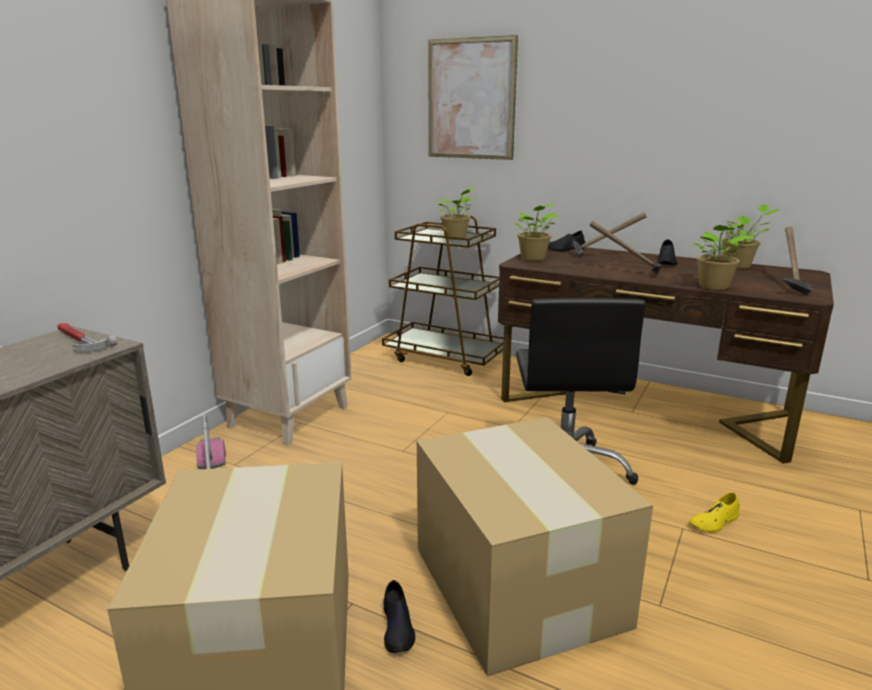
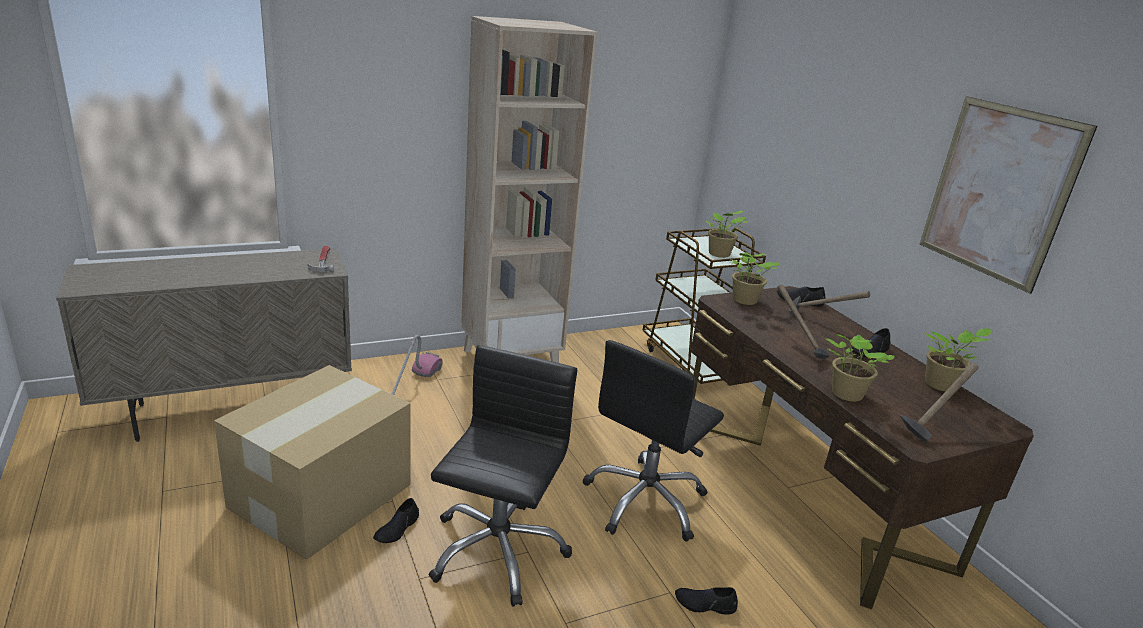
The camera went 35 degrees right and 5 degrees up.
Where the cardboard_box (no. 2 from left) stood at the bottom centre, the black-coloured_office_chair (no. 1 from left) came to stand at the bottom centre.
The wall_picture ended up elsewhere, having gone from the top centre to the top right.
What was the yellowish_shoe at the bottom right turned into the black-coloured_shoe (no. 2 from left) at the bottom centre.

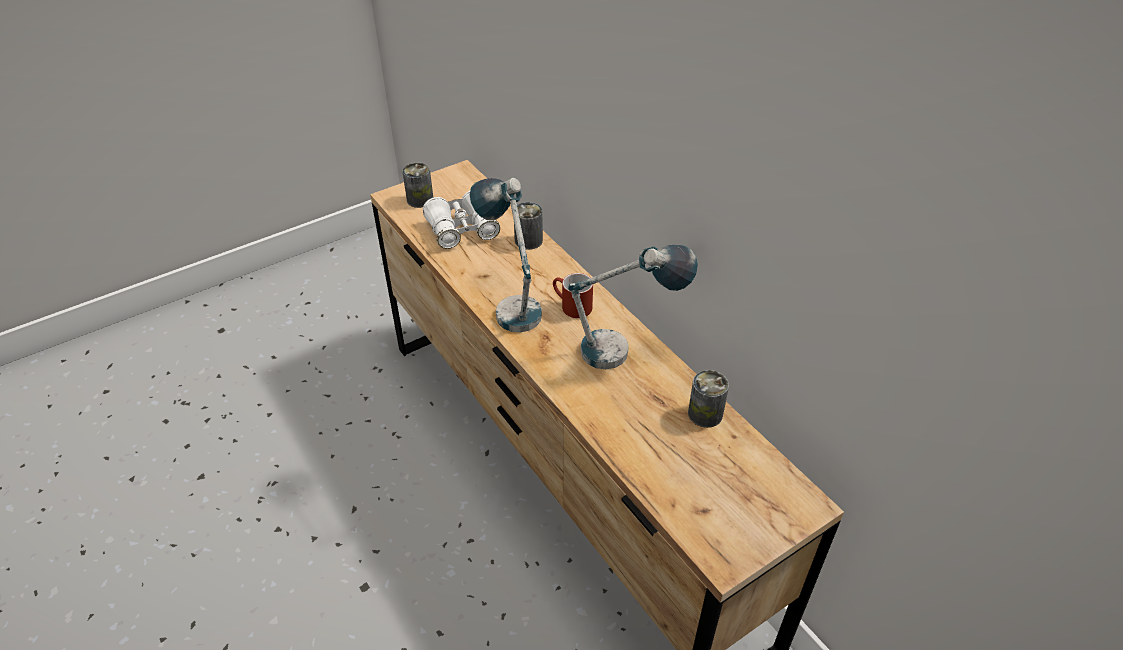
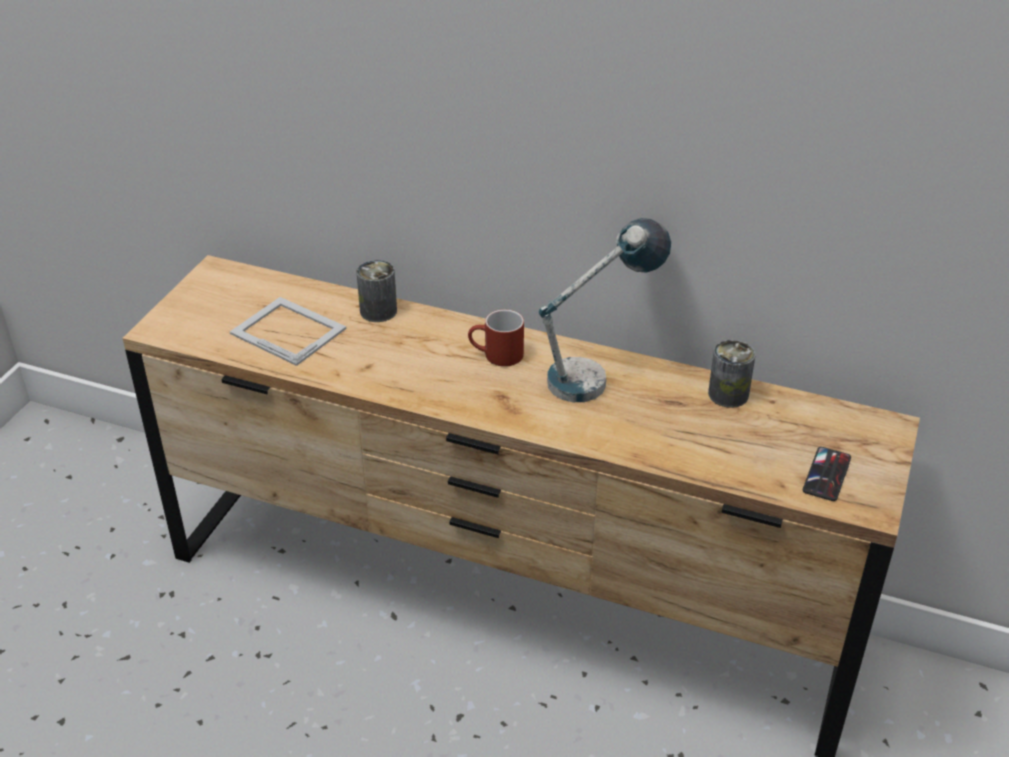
The camera went 35 degrees left and 5 degrees down.
The second view lost the metal_can (no. 1 from left) at the top centre.
Where the whitish_field_glasses stood at the centre, the standing_frame came to stand at the middle left.
The second view lost the lamp_for_a_table (no. 1 from left) at the centre.
The second view gained the phone at the middle right.

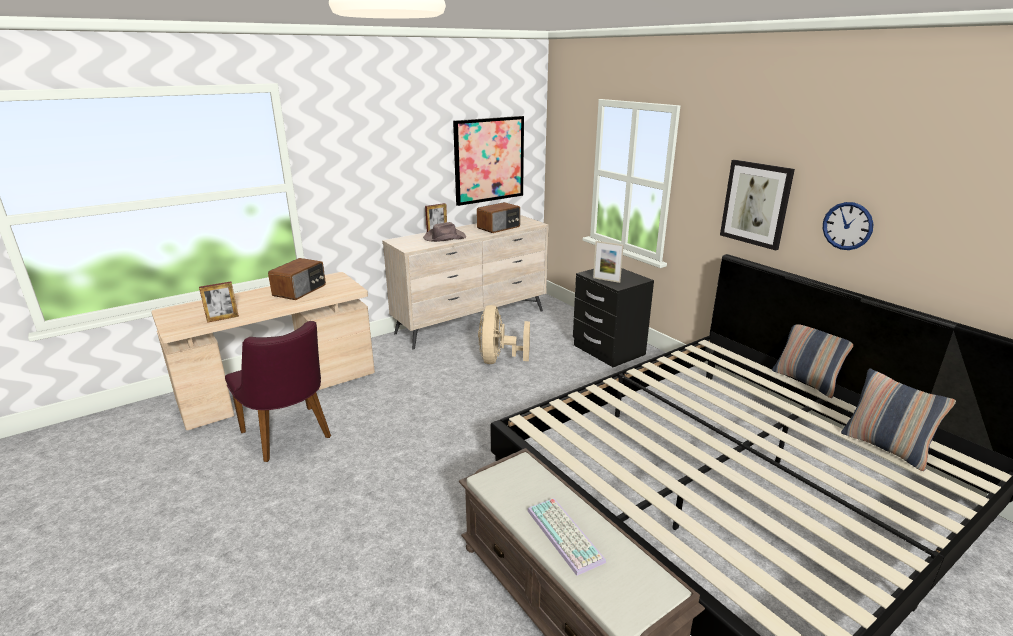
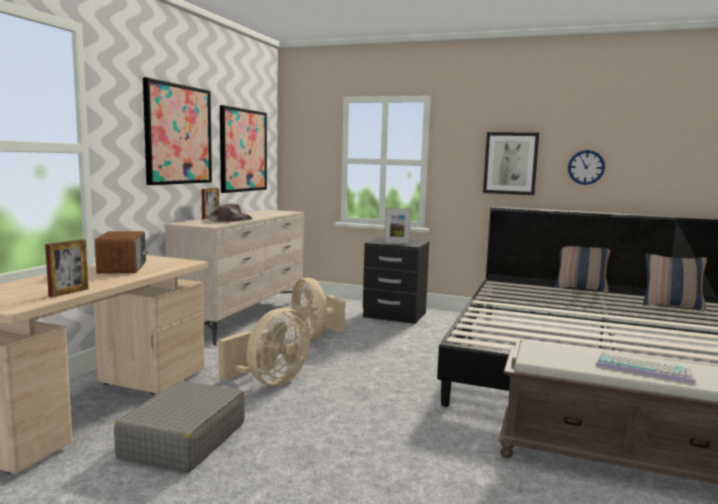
The camera went 35 degrees left and 15 degrees down.
Where the purple_chair stood at the middle left, the grey_piece_of_luggage came to stand at the bottom left.
The second view lost the radio_receiver (no. 2 from left) at the centre.
The second view gained the wall_picture (no. 1 from left) at the top left.
The second view gained the sand-coloured_fan (no. 1 from left) at the bottom centre.

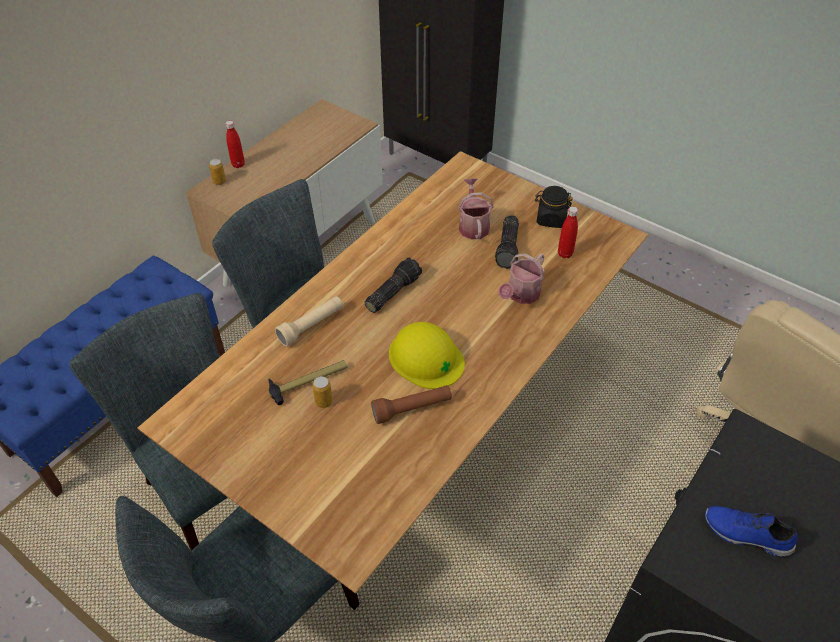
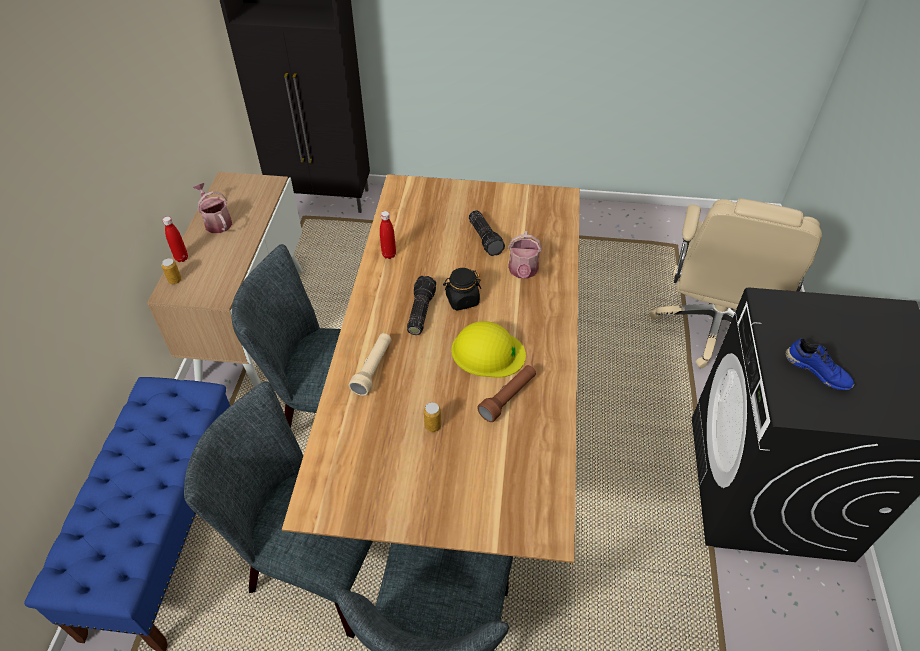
The camera went 30 degrees left and 0 degrees up.
The second view lost the hand_hammer at the centre.
The watering_can (no. 1 from left) ended up elsewhere, having gone from the top centre to the top left.
The black-coloured_preserve_jar ended up elsewhere, having gone from the top centre to the centre.
The red_drink_bottle (no. 2 from left) ended up elsewhere, having gone from the middle right to the centre.
The blue_shoe at the bottom right ended up facing another way, 135 degrees counterclockwise from before.

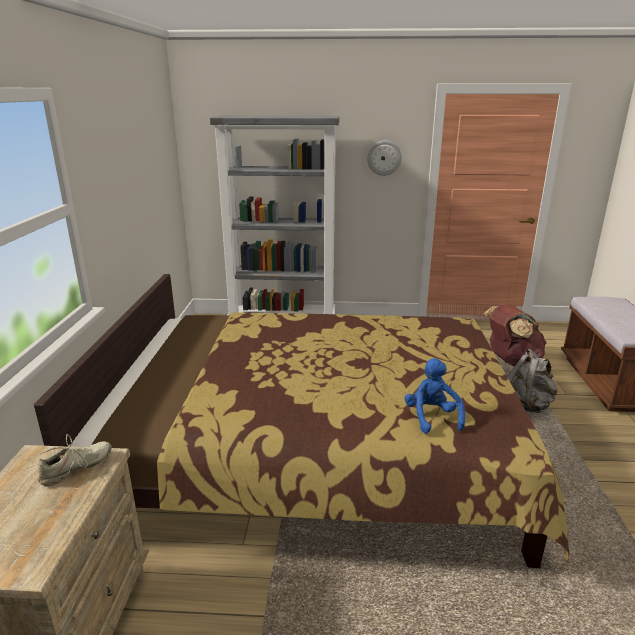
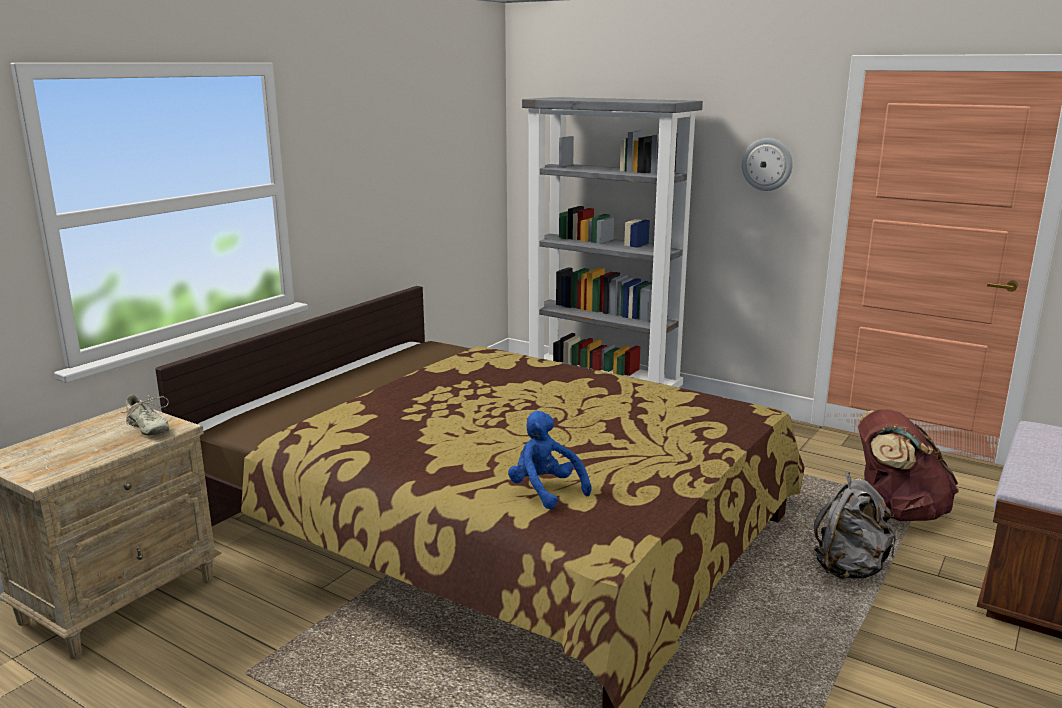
The camera went 30 degrees right and 5 degrees down.
The sand-coloured_shoe at the bottom left ended up facing another way, 60 degrees clockwise from before.
The blue_soft_toy at the middle right ended up facing another way, 60 degrees counterclockwise from before.

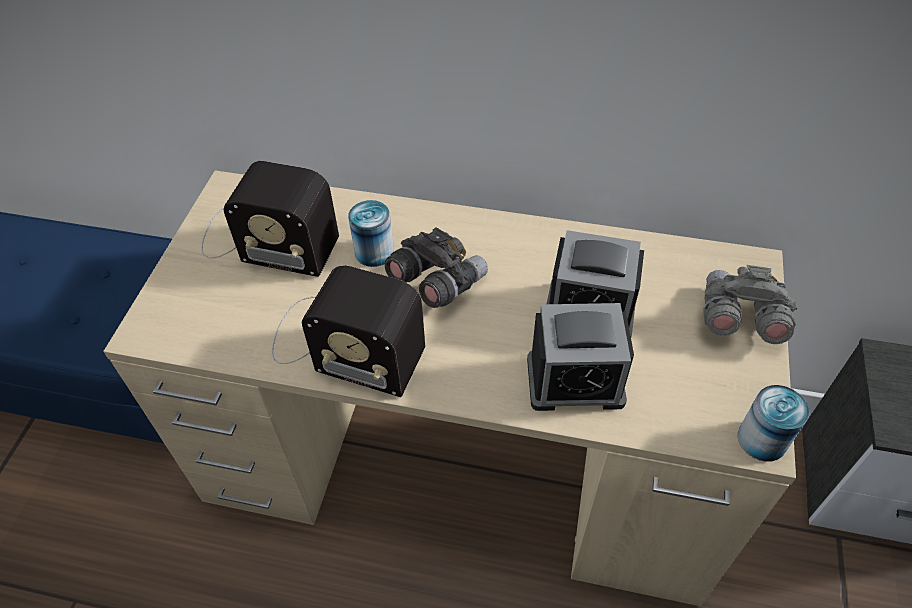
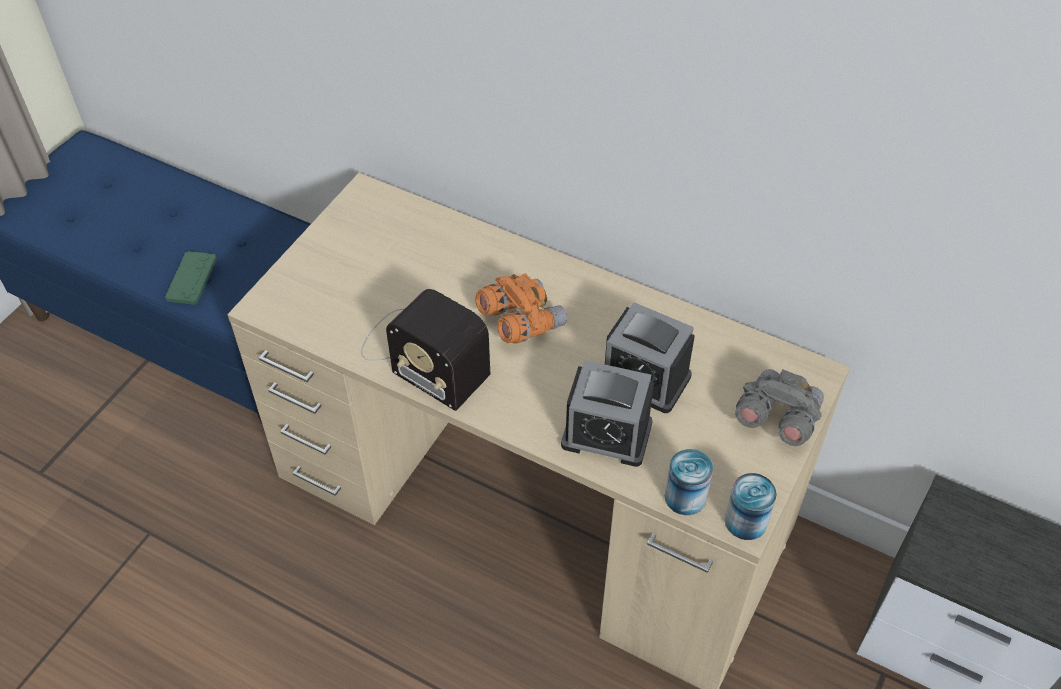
The camera went 15 degrees right and 0 degrees up.
The second view lost the radio_receiver (no. 1 from left) at the middle left.
The metal_can (no. 1 from left) ended up elsewhere, having gone from the centre to the bottom centre.
What was the grey_field_glasses (no. 1 from left) at the centre turned into the orange-coloured_field_glasses at the centre.
The second view gained the green-coloured_joypad at the middle left.

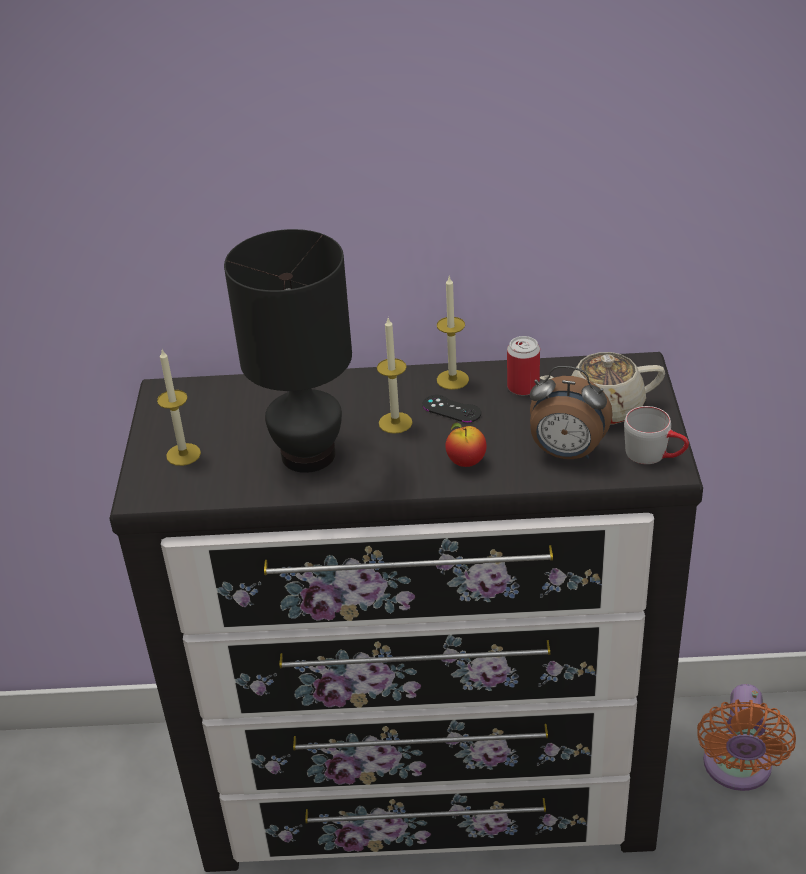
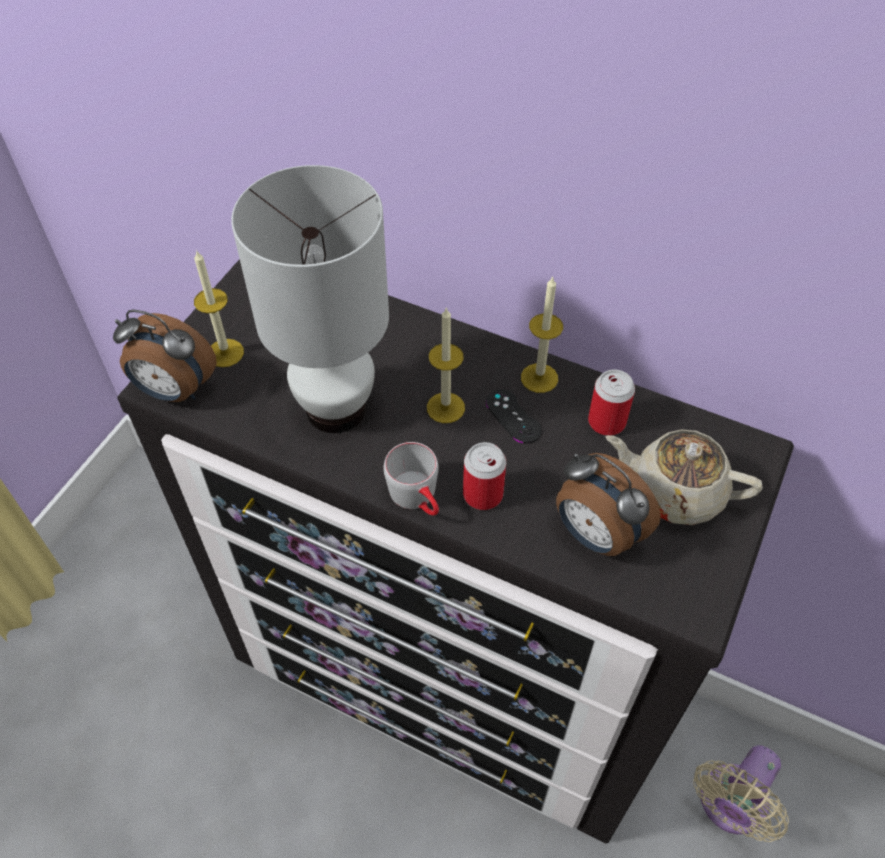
The camera went 25 degrees right and 15 degrees up.
What was the black-coloured_lamp_for_a_table at the centre turned into the whitish_lamp_for_a_table at the centre.
Where the whole_apple stood at the centre, the metal_can (no. 1 from left) came to stand at the centre.
The grey_tea_mug ended up elsewhere, having gone from the middle right to the centre.
What was the orange-coloured_fan at the bottom right turned into the sand-coloured_fan at the bottom right.
The second view gained the bedside_clock (no. 1 from left) at the middle left.

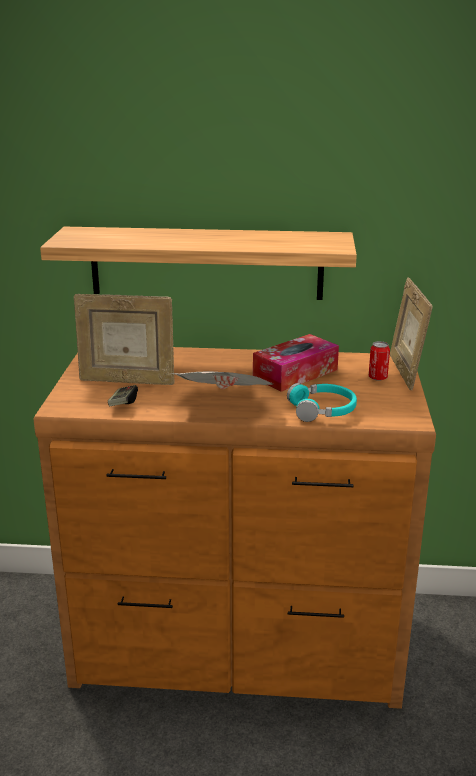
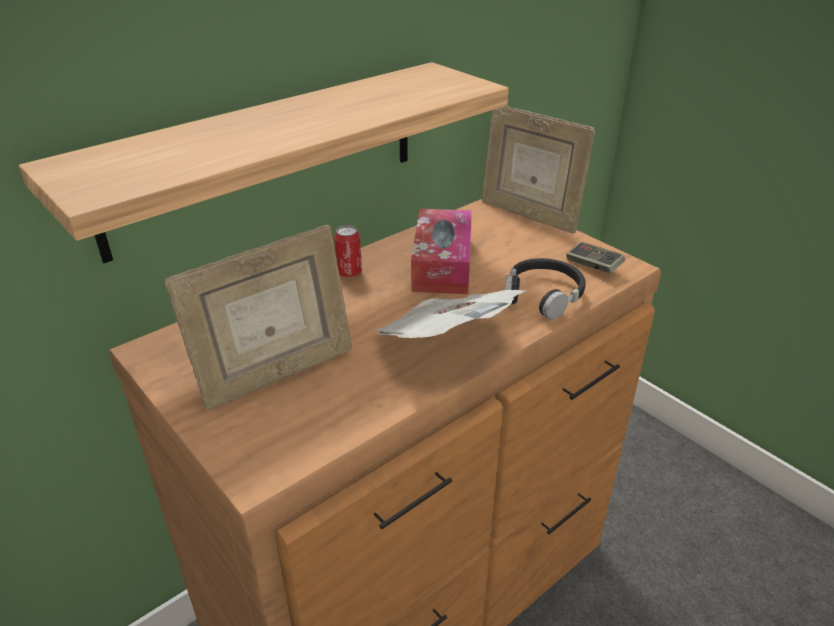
The camera went 45 degrees left and 10 degrees up.
The joypad ended up elsewhere, having gone from the middle left to the middle right.
What was the turquoise_pair_of_headphones at the middle right turned into the black-coloured_pair_of_headphones at the centre.
The metal_can ended up elsewhere, having gone from the middle right to the centre.

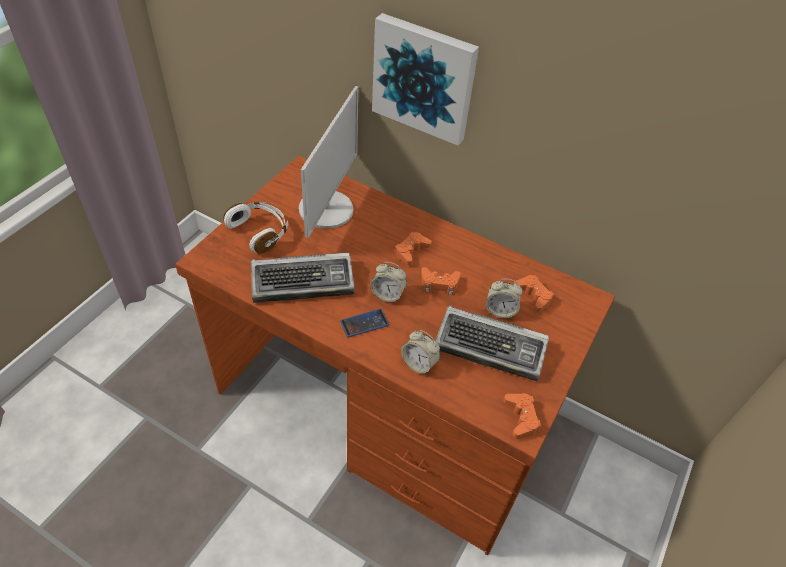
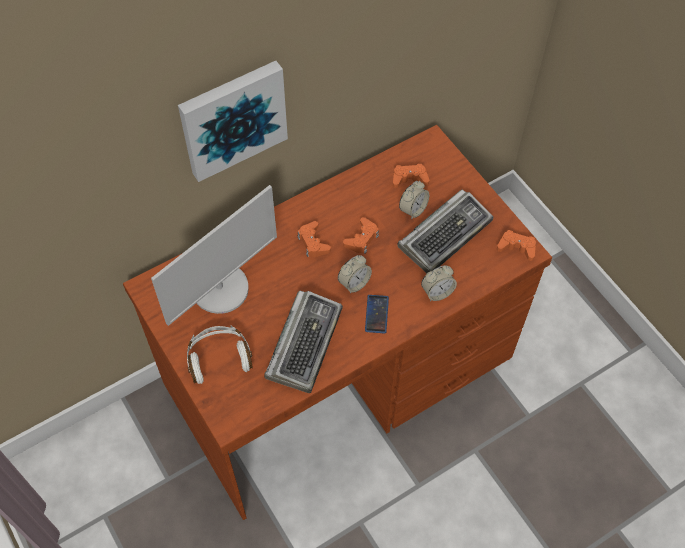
The camera went 60 degrees left and 10 degrees up.
The computer_screen at the top centre ended up facing another way, 90 degrees clockwise from before.

